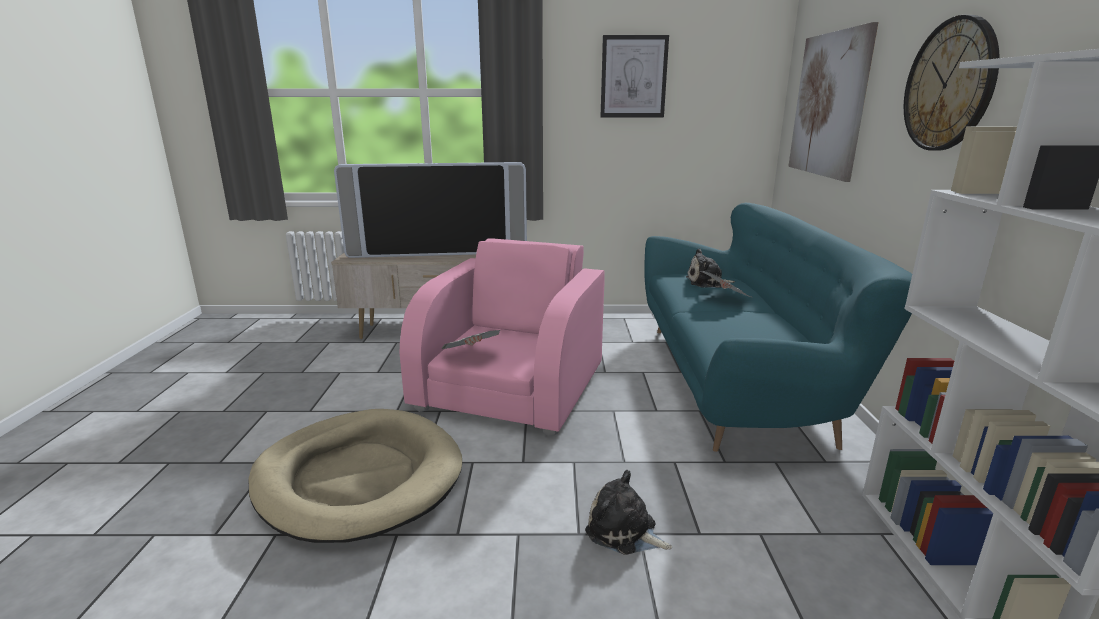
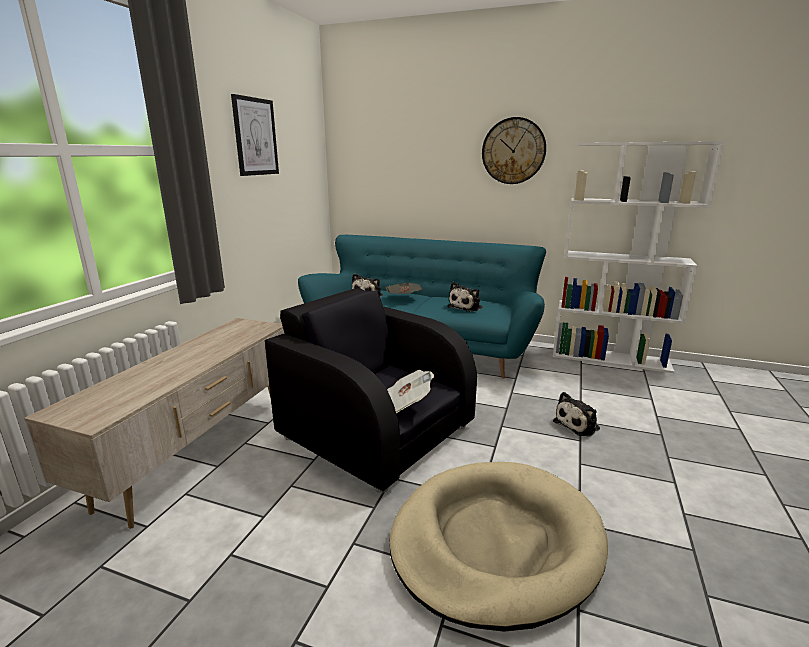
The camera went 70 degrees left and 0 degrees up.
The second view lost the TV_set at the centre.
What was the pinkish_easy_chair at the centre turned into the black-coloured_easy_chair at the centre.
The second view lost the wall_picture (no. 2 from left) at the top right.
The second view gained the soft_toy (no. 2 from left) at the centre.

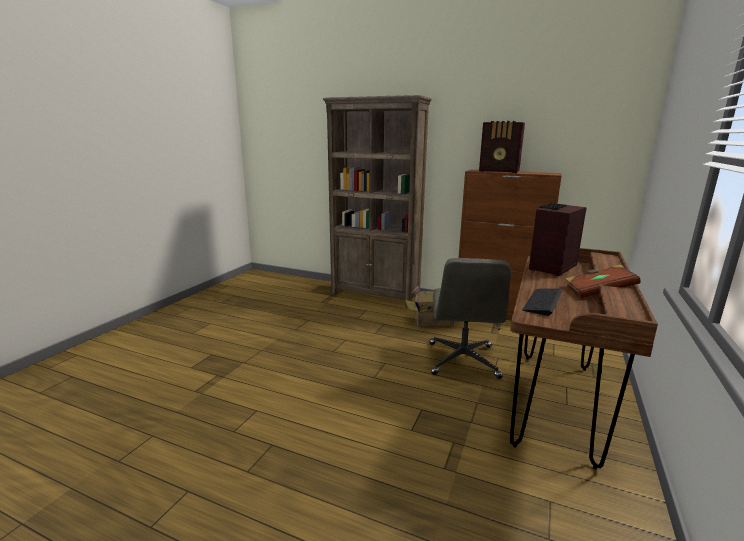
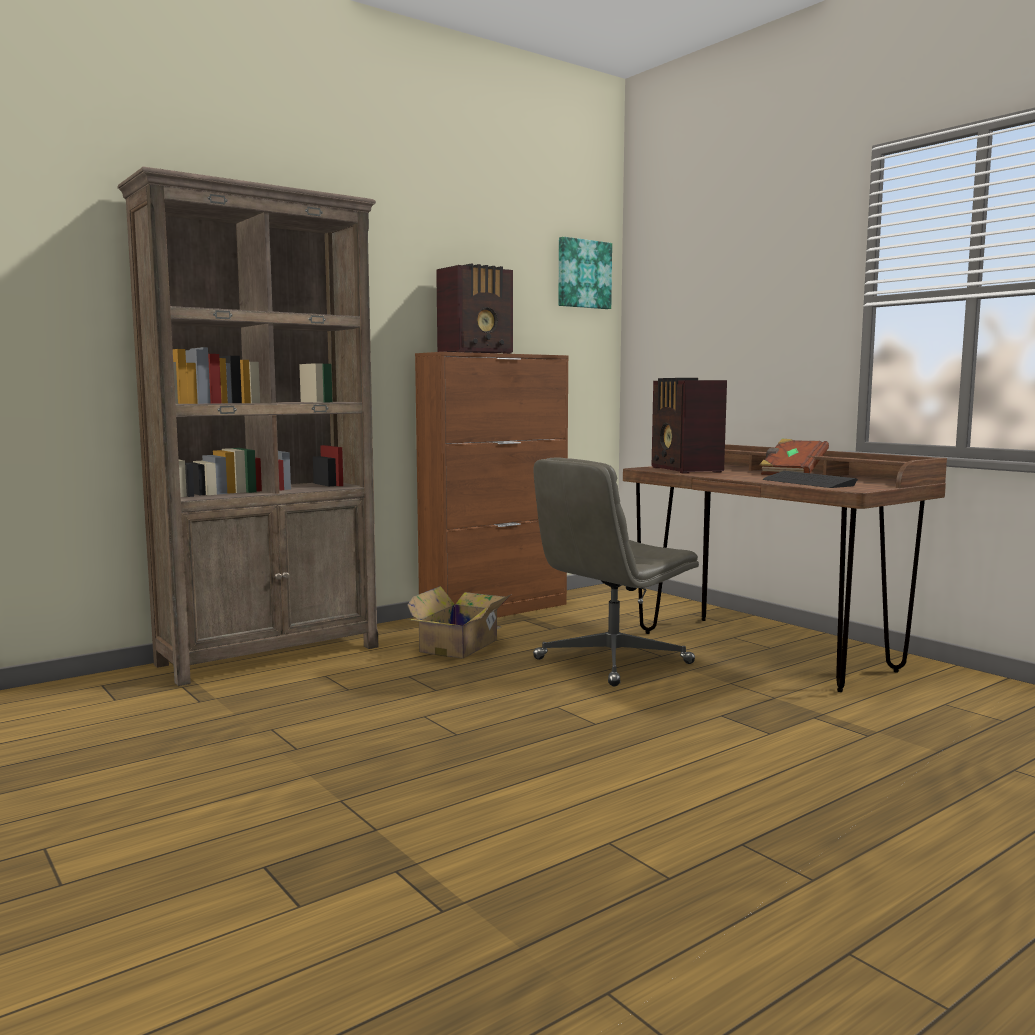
The camera went 60 degrees left and 10 degrees down.
The grey_office_chair at the centre ended up facing another way, 105 degrees clockwise from before.
The second view gained the wall_picture at the top centre.

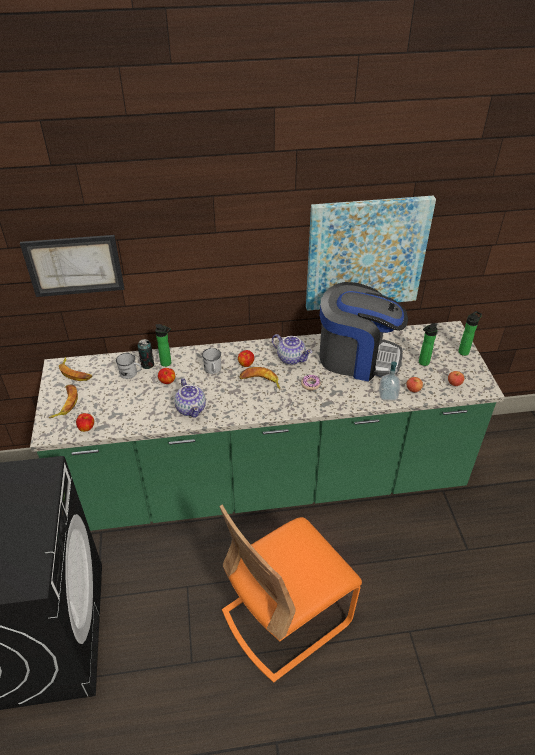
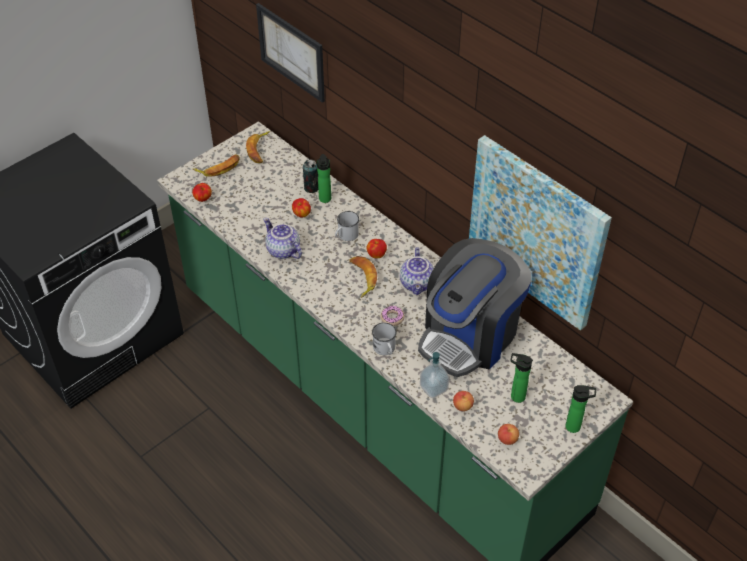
The camera went 55 degrees right and 5 degrees up.
The whitish_tea_mug (no. 1 from left in the first image) ended up elsewhere, having gone from the middle left to the centre.
The tea_pot (no. 1 from left) at the centre ended up facing another way, 105 degrees clockwise from before.
The second view lost the orange-coloured_chair at the bottom centre.
The coffee_machine at the middle right ended up facing another way, 60 degrees clockwise from before.

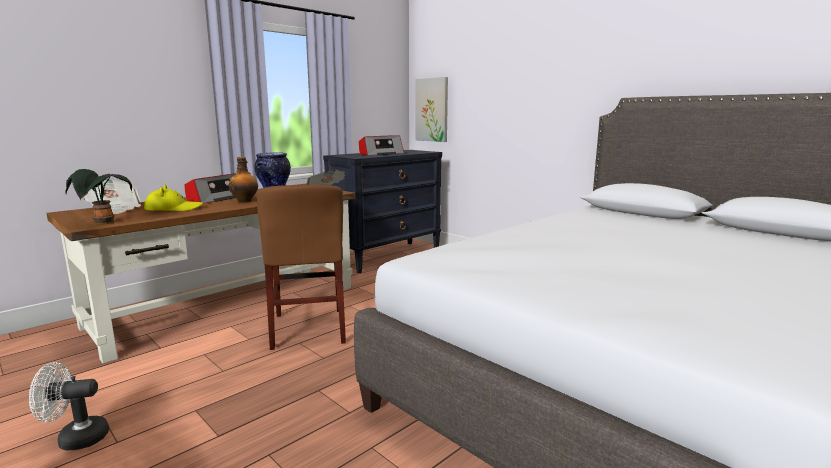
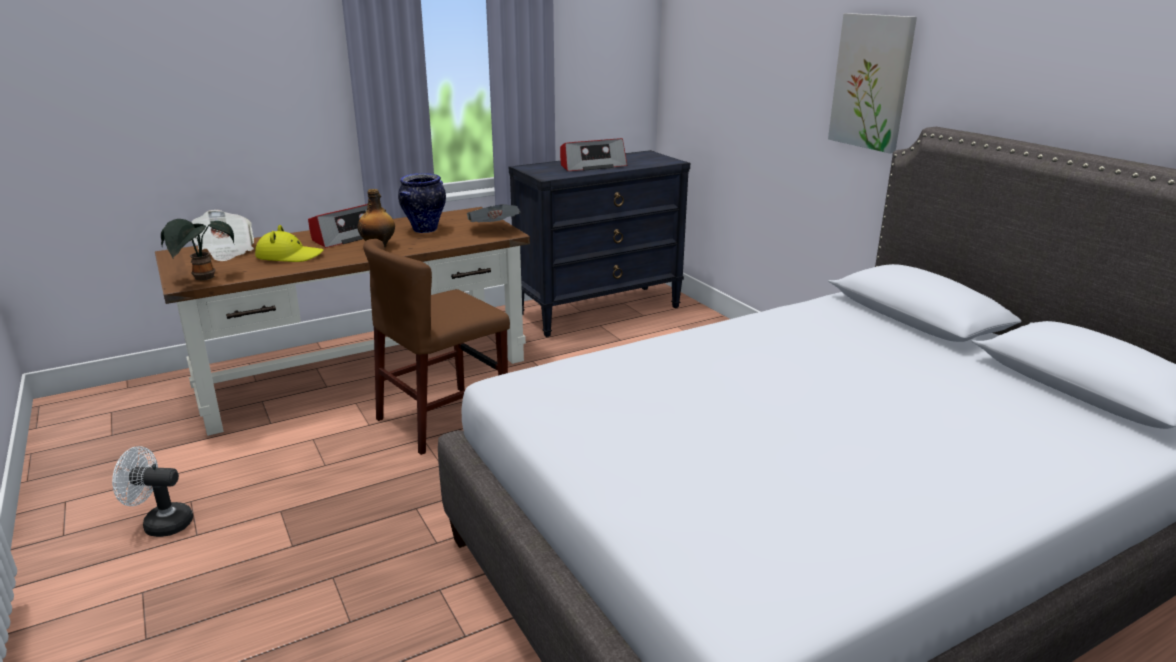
The camera went 15 degrees right and 10 degrees up.
The brown_chair at the centre ended up facing another way, 45 degrees clockwise from before.
The wall_picture ended up elsewhere, having gone from the top centre to the top right.

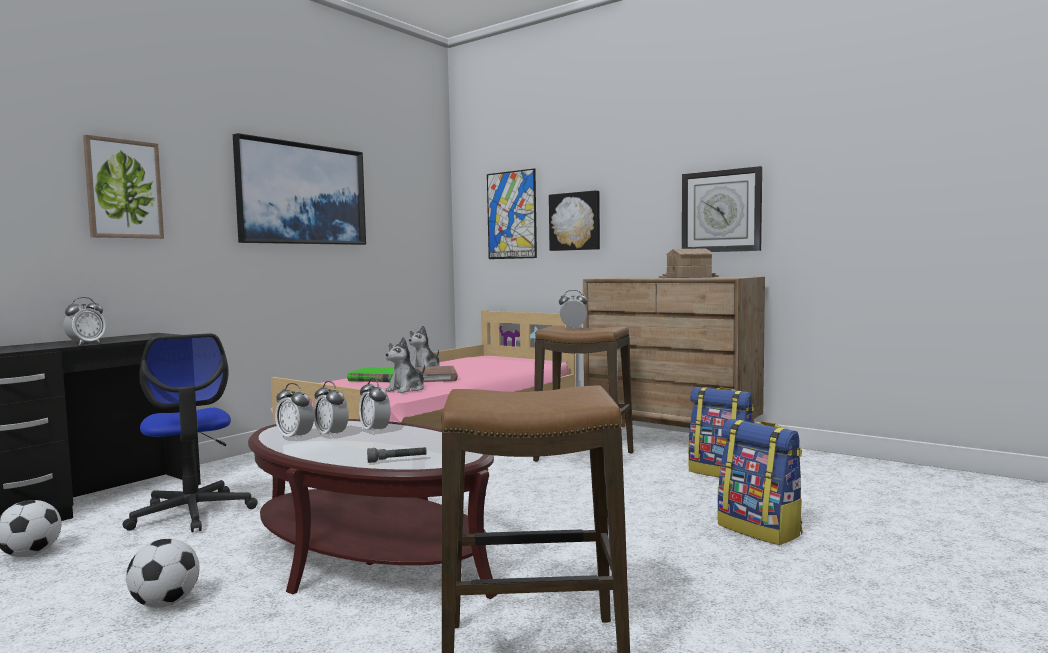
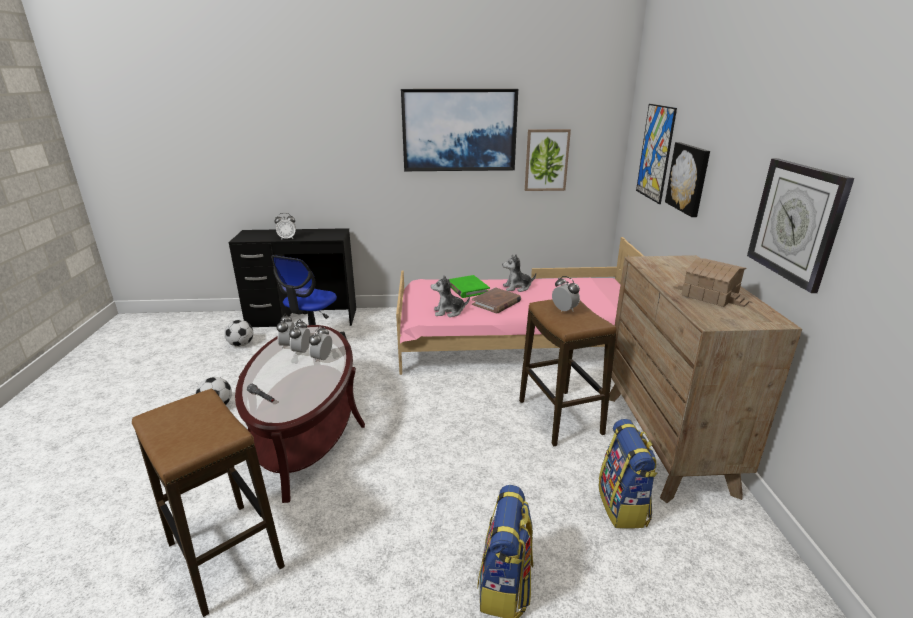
The camera went 50 degrees right and 20 degrees up.
The wall_picture (no. 1 from left in the first image) ended up elsewhere, having gone from the top left to the top centre.

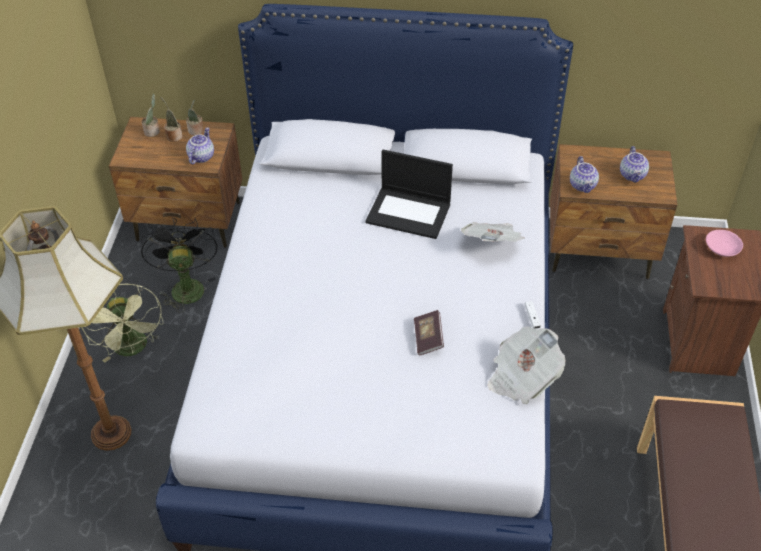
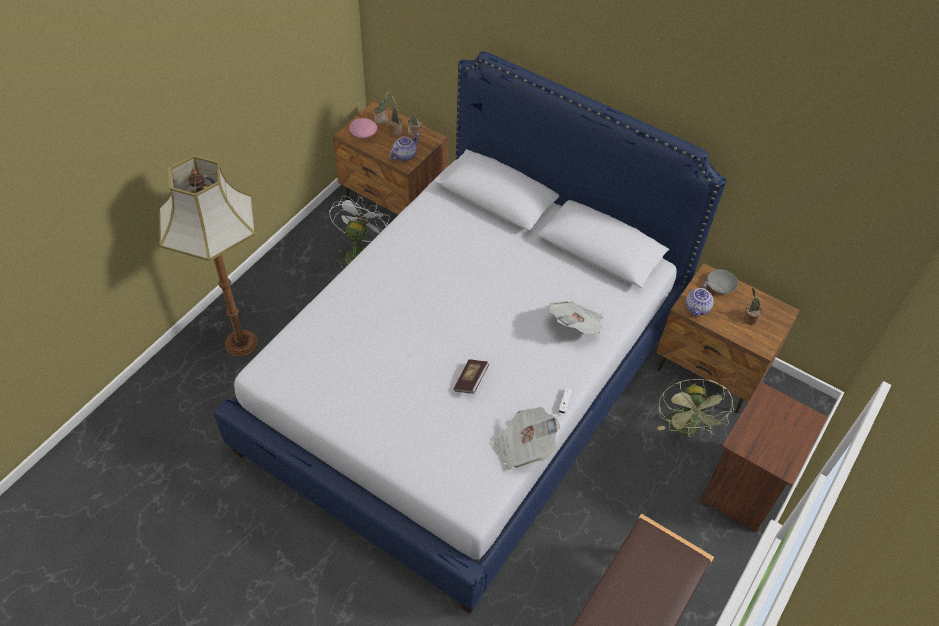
The camera went 25 degrees right and 5 degrees up.
The green-coloured_fan ended up elsewhere, having gone from the middle left to the middle right.
What was the black-coloured_fan at the middle left turned into the whitish_fan at the centre.
The second view lost the notebook_computer at the centre.
Where the tea_pot (no. 3 from left) stood at the top right, the plant_in_a_pot (no. 4 from left) came to stand at the middle right.
The pinkish_serving_bowl ended up elsewhere, having gone from the middle right to the top centre.
The second view gained the grey_serving_bowl at the middle right.

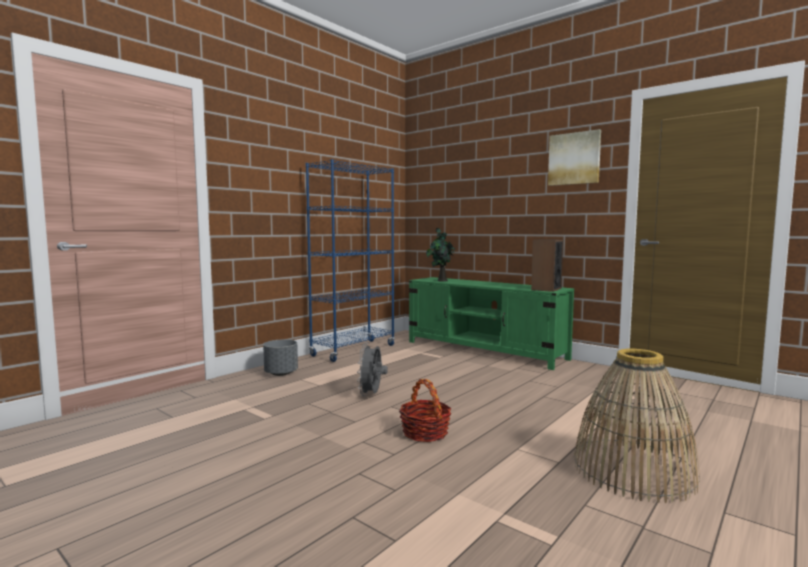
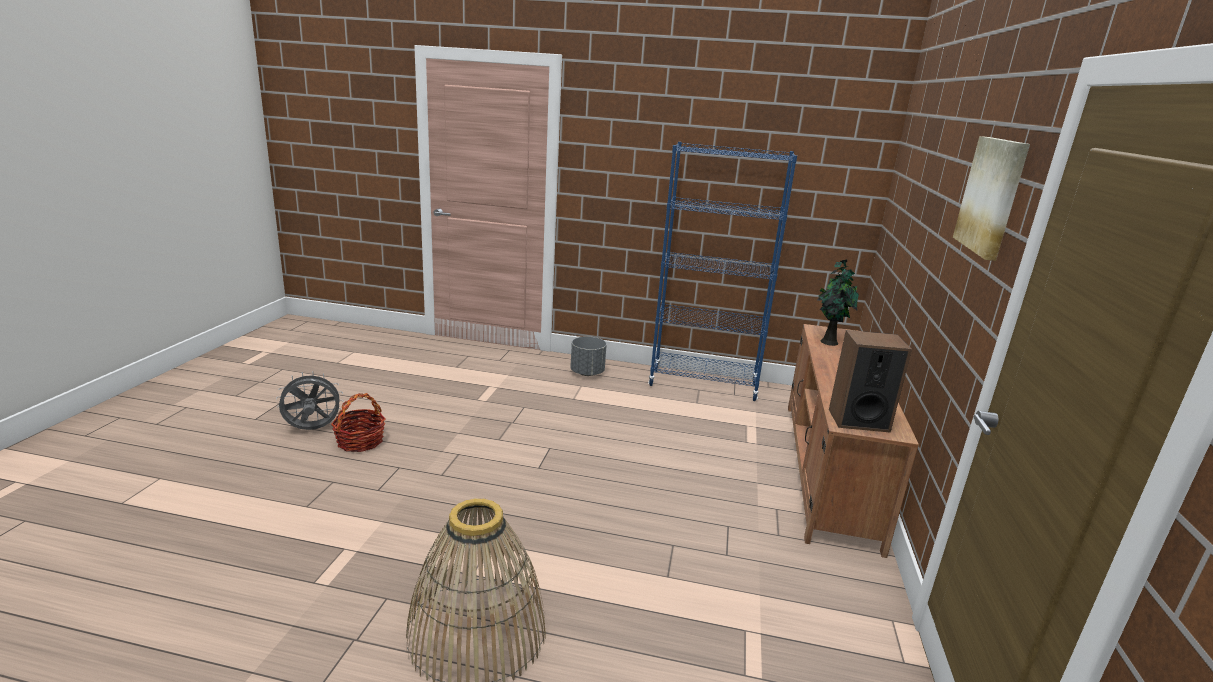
The camera went 60 degrees right and 15 degrees up.
The grey_fan ended up elsewhere, having gone from the centre to the middle left.
The storage_basket (no. 1 from left) ended up elsewhere, having gone from the bottom centre to the middle left.
What was the green-coloured_tv_unit at the centre turned into the brown_tv_unit at the middle right.

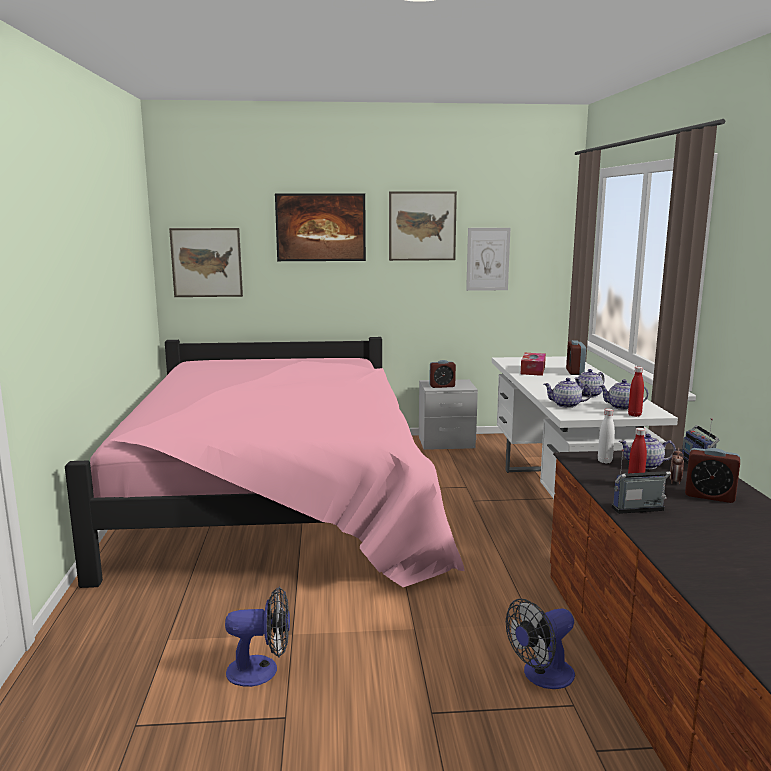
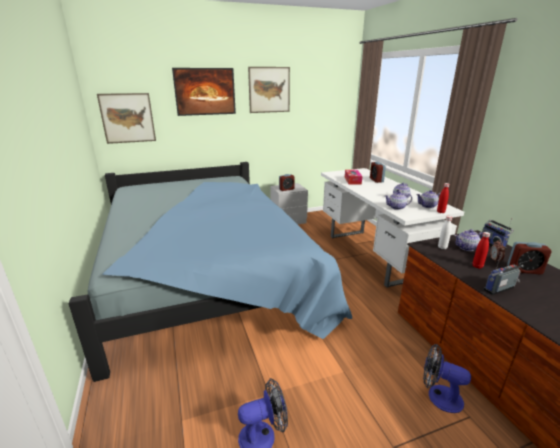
The camera went 15 degrees left and 10 degrees up.
What was the pinkish_sleeping_bed at the centre turned into the blue_sleeping_bed at the centre.
The second view lost the wall_picture (no. 4 from left) at the centre.
The fan (no. 2 from left) at the bottom right ended up facing another way, 75 degrees clockwise from before.

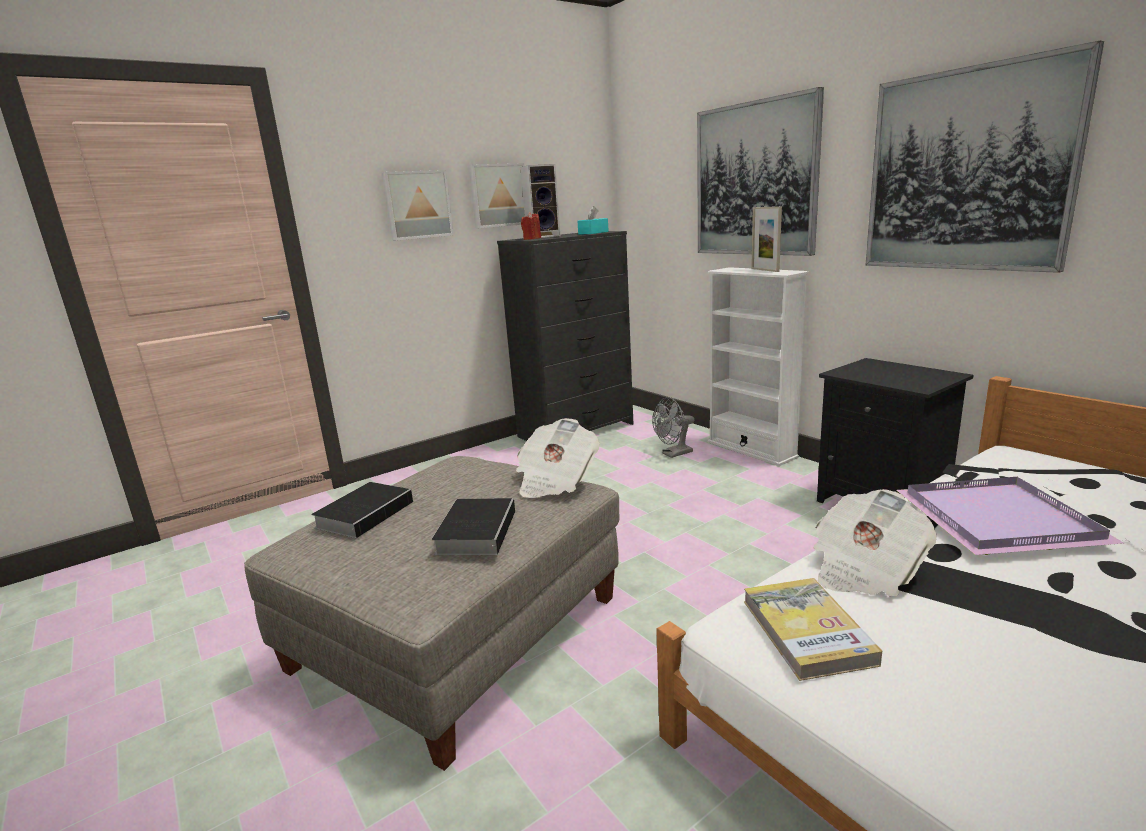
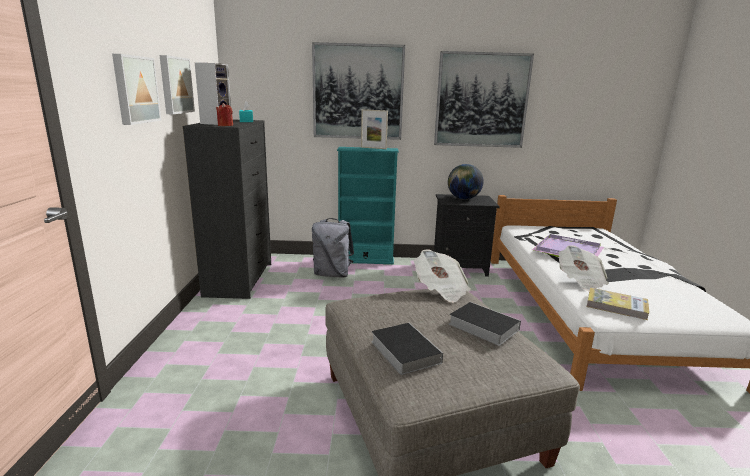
The camera went 55 degrees left and 0 degrees up.
Where the grey_fan stood at the centre, the grey_knapsack came to stand at the centre.
What was the whitish_bookcase at the centre turned into the turquoise_bookcase at the centre.
The second view gained the world_globe at the centre.

